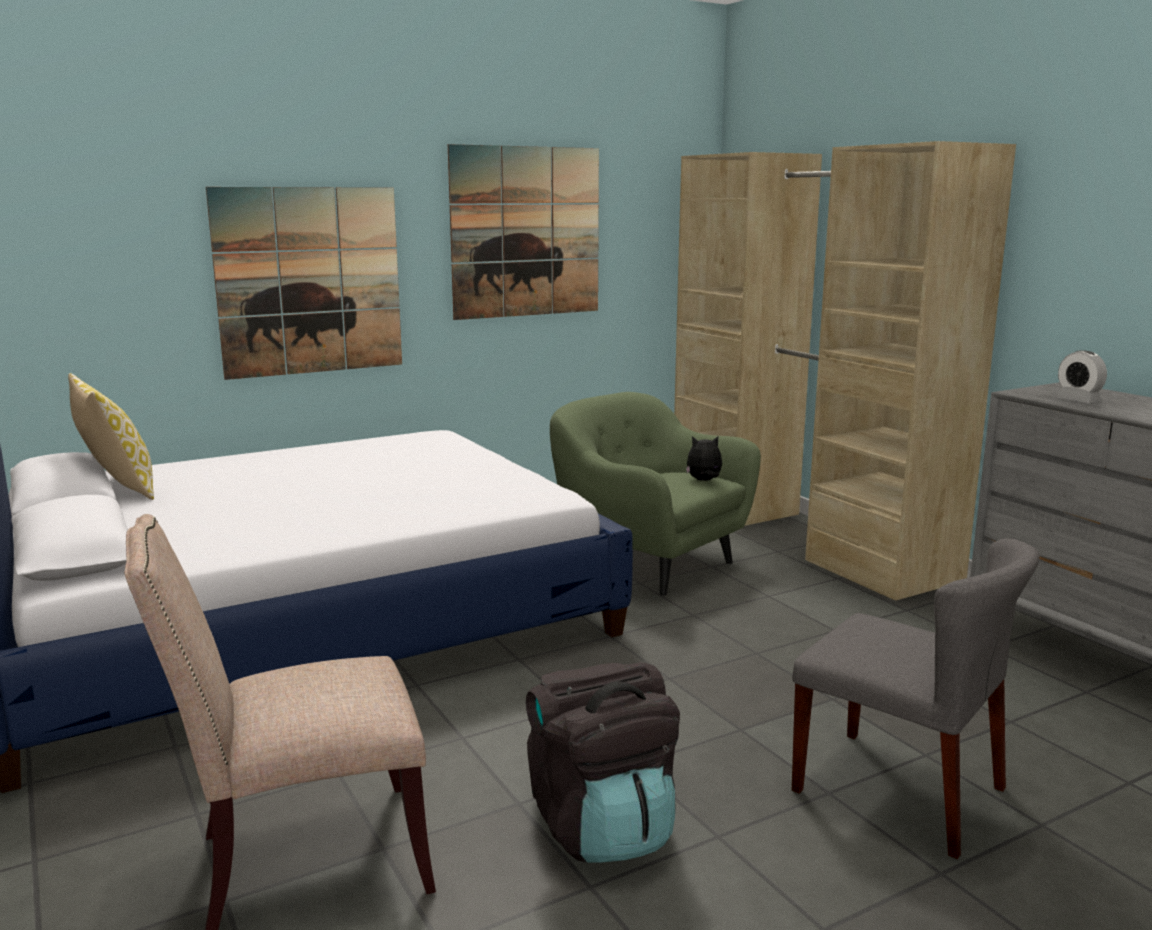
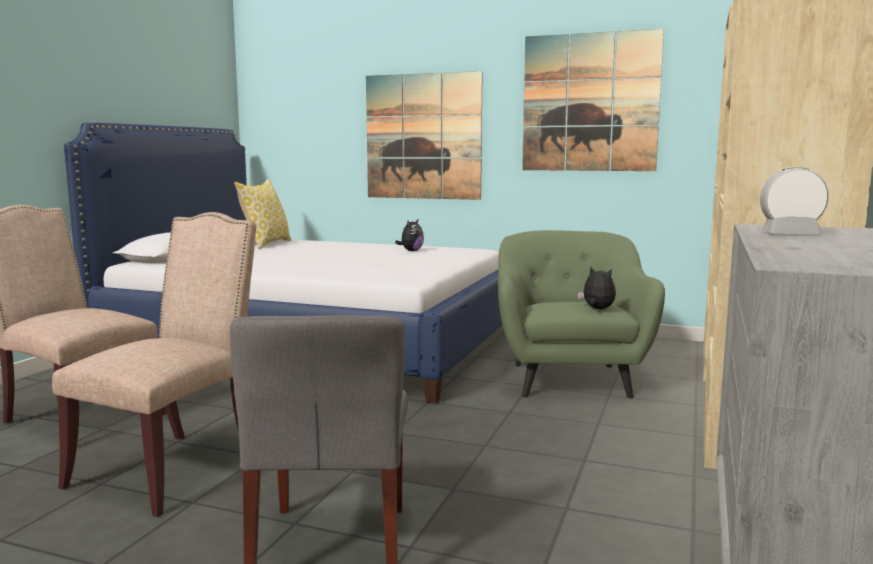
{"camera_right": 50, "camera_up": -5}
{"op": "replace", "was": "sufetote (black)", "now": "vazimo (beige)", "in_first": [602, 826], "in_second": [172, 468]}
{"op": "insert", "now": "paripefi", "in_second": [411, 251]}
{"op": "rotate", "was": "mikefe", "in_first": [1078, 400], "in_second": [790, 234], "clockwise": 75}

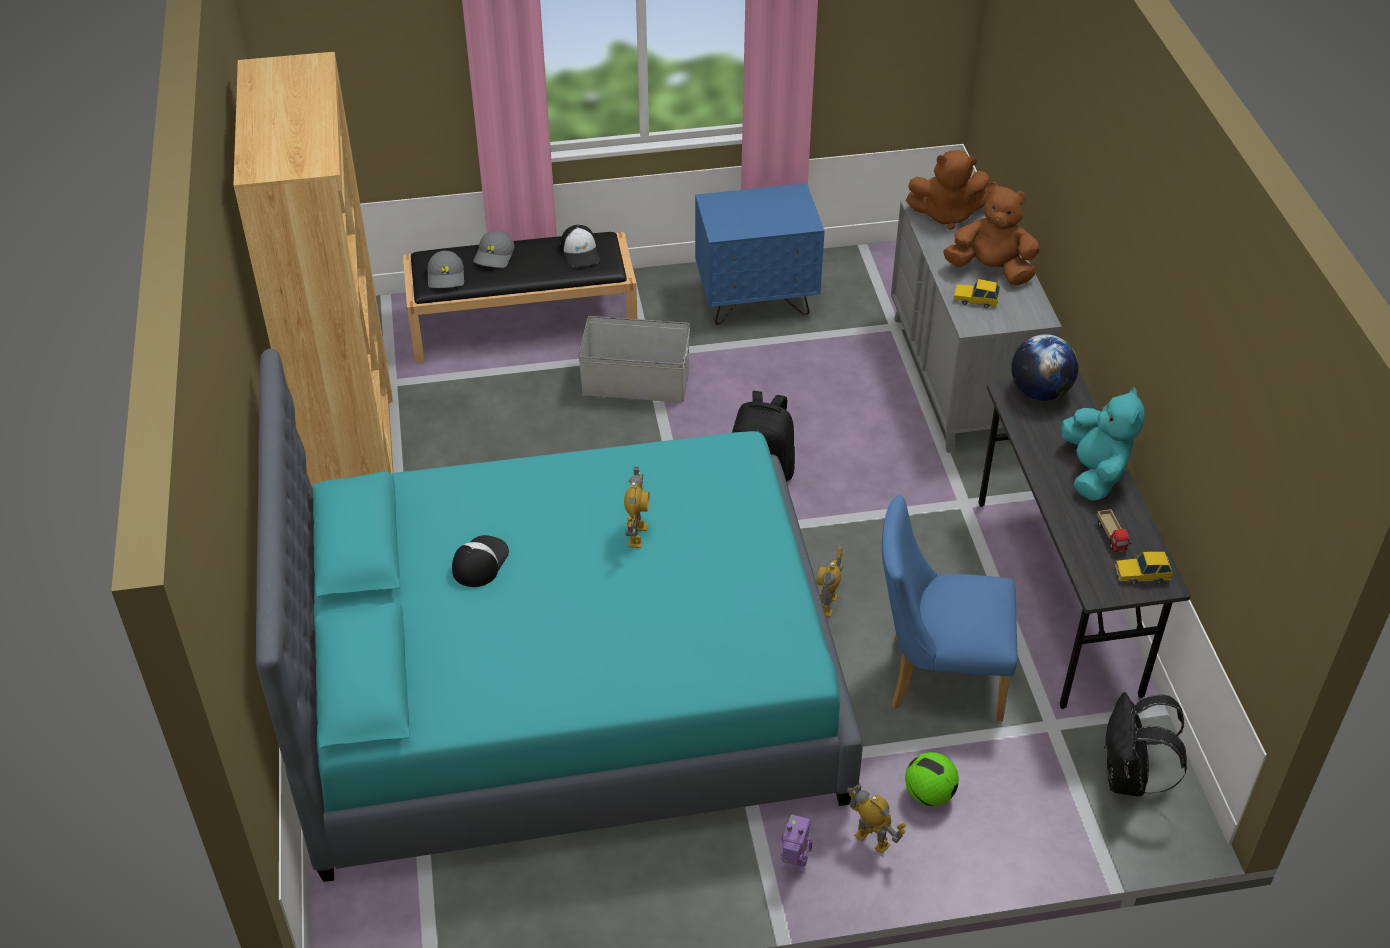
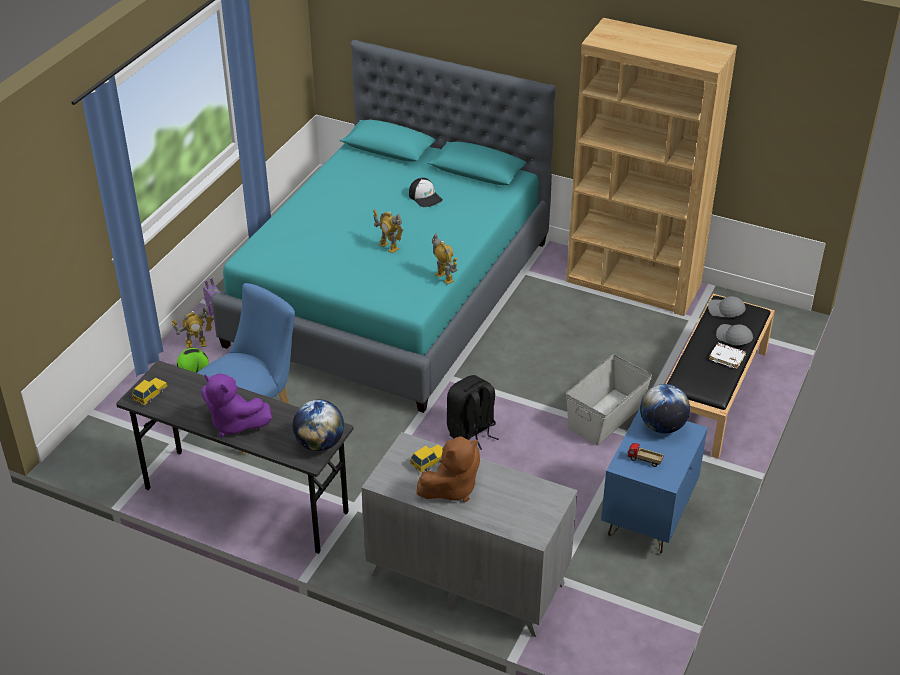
{"camera_right": 125, "camera_up": -5}
{"op": "recolor", "was": "paripefi (turquoise)", "now": "paripefi (purple)", "in_first": [1094, 472], "in_second": [234, 424]}
{"op": "move", "was": "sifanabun", "in_first": [827, 604], "in_second": [444, 277]}
{"op": "move", "was": "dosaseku", "in_first": [1111, 537], "in_second": [644, 460]}
{"op": "insert", "now": "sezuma", "in_second": [662, 426]}
{"op": "insert", "now": "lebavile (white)", "in_second": [727, 357]}
{"op": "delete", "was": "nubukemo", "in_first": [580, 252]}
{"op": "delete", "was": "paripefi (brown)", "in_first": [947, 214]}
{"op": "delete", "was": "sufetote (black)", "in_first": [1129, 778]}

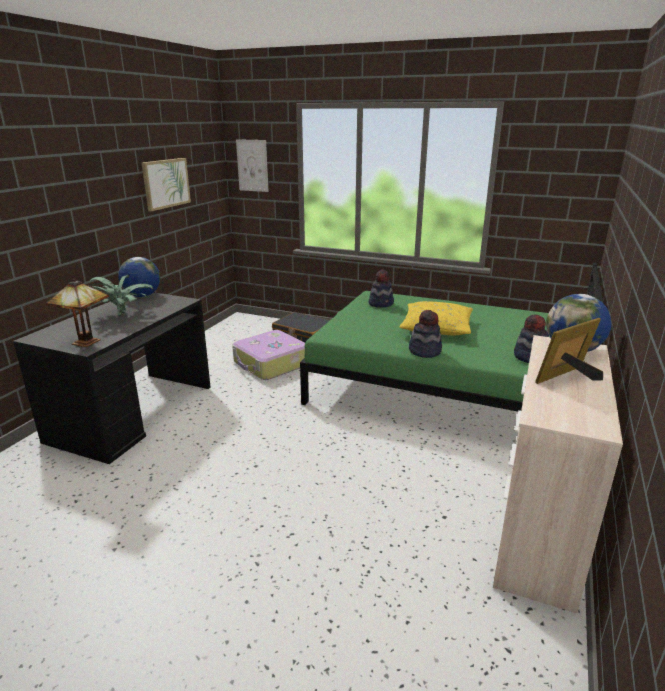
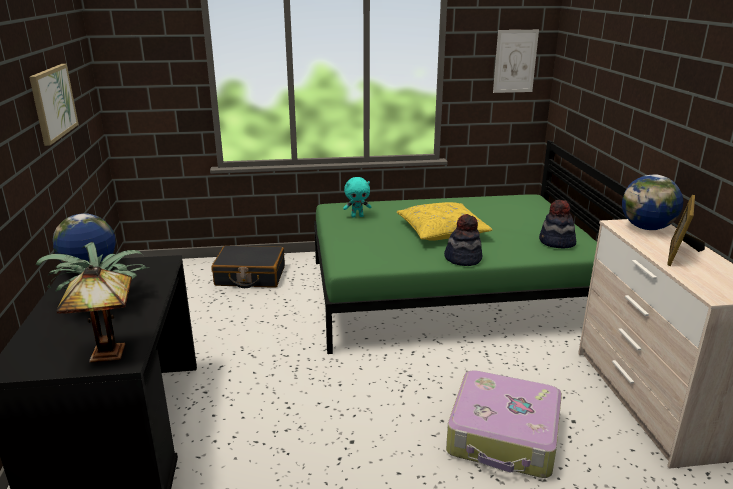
{"camera_right": -30, "camera_up": 0}
{"op": "replace", "was": "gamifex", "now": "paripefi (turquoise)", "in_first": [381, 303], "in_second": [357, 216]}
{"op": "move", "was": "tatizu", "in_first": [271, 364], "in_second": [504, 436]}
{"op": "move", "was": "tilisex", "in_first": [252, 165], "in_second": [515, 61]}

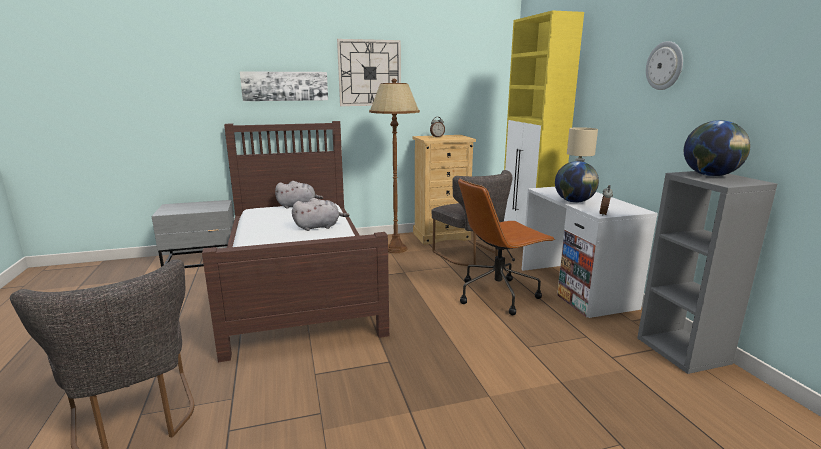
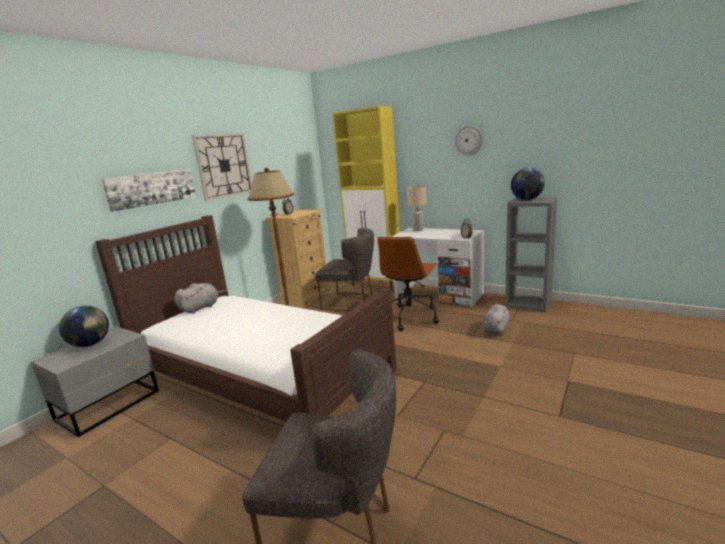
{"camera_right": -40, "camera_up": 0}
{"op": "move", "was": "sezuma", "in_first": [574, 201], "in_second": [91, 344]}
{"op": "move", "was": "paripefi (grey)", "in_first": [319, 227], "in_second": [496, 329]}

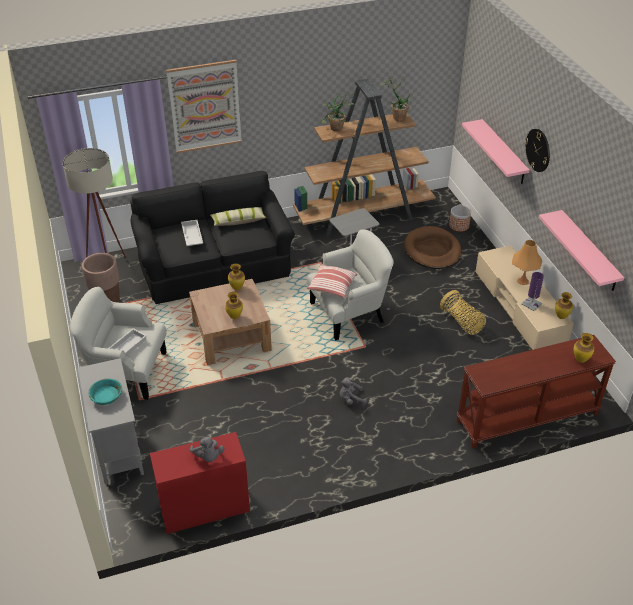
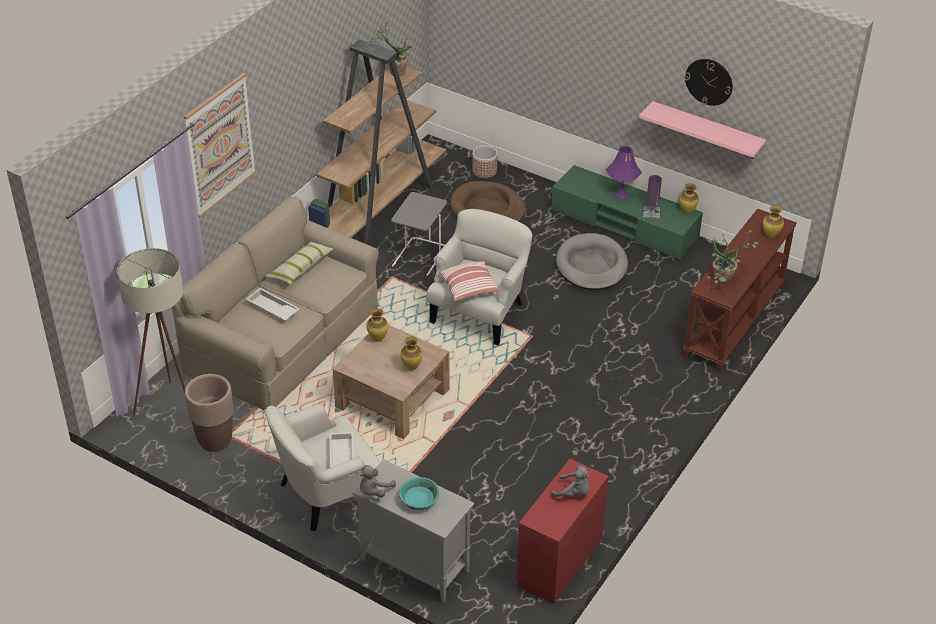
{"camera_right": -40, "camera_up": 0}
{"op": "recolor", "was": "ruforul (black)", "now": "ruforul (beige)", "in_first": [215, 265], "in_second": [283, 337]}
{"op": "move", "was": "paripefi (grey)", "in_first": [351, 399], "in_second": [374, 491]}
{"op": "recolor", "was": "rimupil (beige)", "now": "rimupil (green)", "in_first": [519, 307], "in_second": [624, 224]}
{"op": "replace", "was": "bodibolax", "now": "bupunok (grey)", "in_first": [462, 322], "in_second": [591, 265]}
{"op": "recolor", "was": "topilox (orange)", "now": "topilox (purple)", "in_first": [523, 281], "in_second": [621, 195]}
{"op": "move", "was": "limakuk", "in_first": [538, 150], "in_second": [709, 81]}
{"op": "move", "was": "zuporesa", "in_first": [335, 130], "in_second": [725, 282]}
{"op": "delete", "was": "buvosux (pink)", "in_first": [503, 152]}

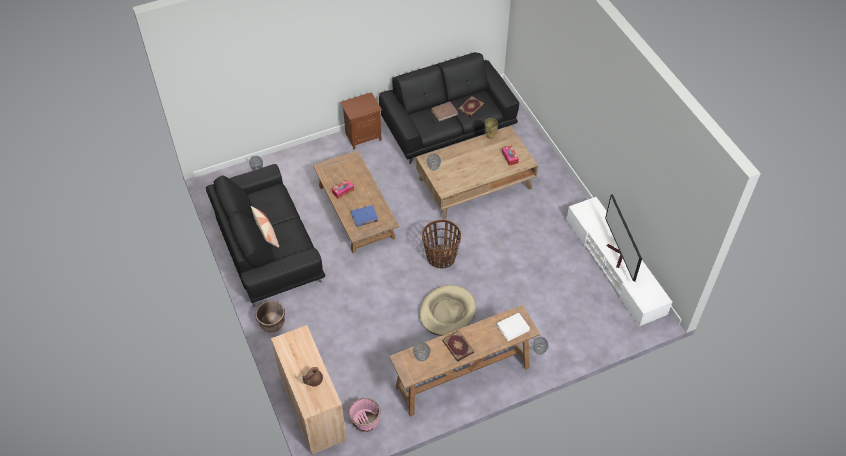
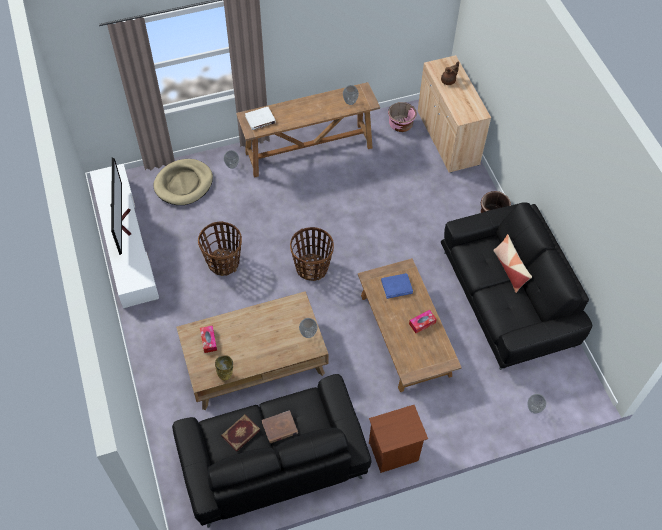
{"camera_right": -175, "camera_up": 5}
{"op": "move", "was": "bupunok (beige)", "in_first": [447, 312], "in_second": [184, 184]}
{"op": "insert", "now": "bodibolax", "in_second": [223, 262]}
{"op": "delete", "was": "lebavile", "in_first": [457, 347]}

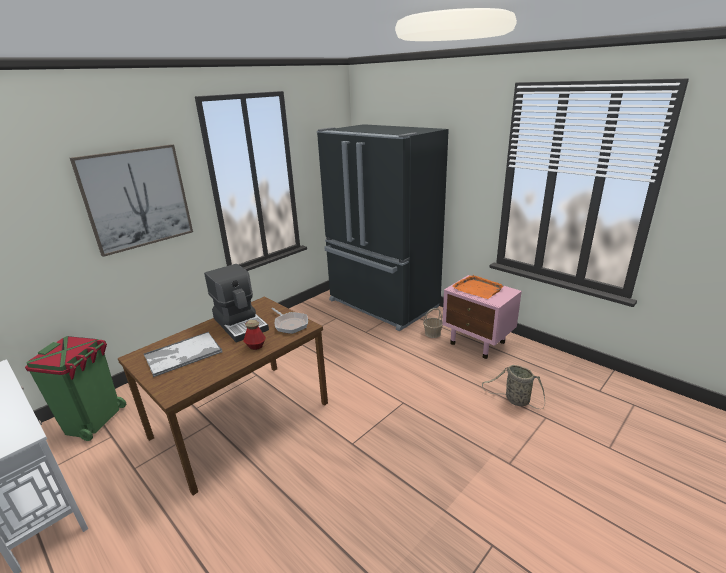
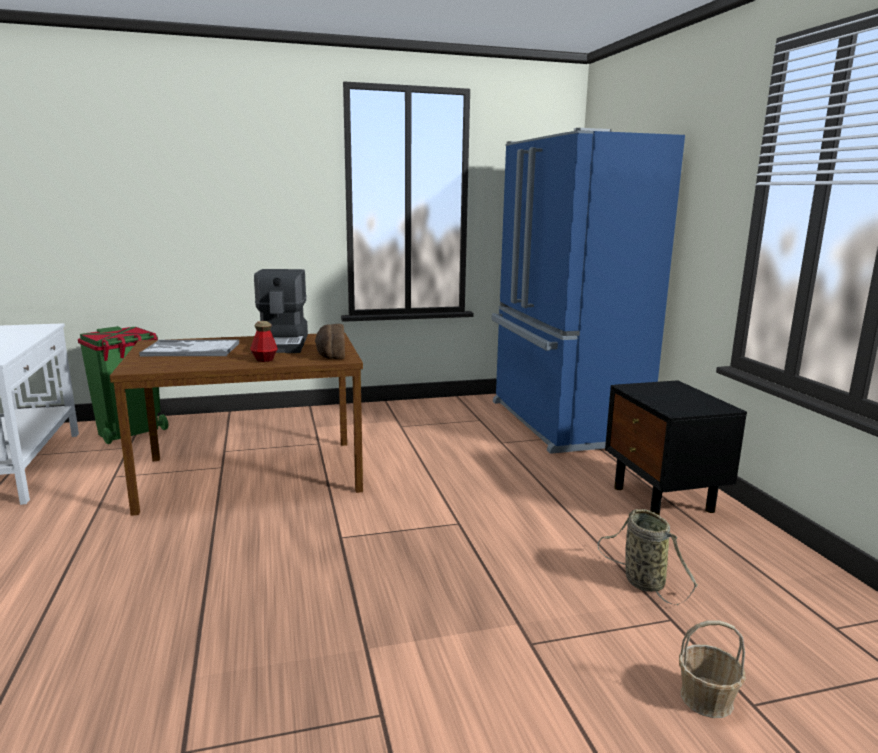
{"camera_right": 30, "camera_up": -10}
{"op": "replace", "was": "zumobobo", "now": "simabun", "in_first": [290, 324], "in_second": [330, 354]}
{"op": "recolor", "was": "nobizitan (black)", "now": "nobizitan (blue)", "in_first": [382, 304], "in_second": [562, 423]}
{"op": "recolor", "was": "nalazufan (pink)", "now": "nalazufan (black)", "in_first": [478, 343], "in_second": [663, 500]}
{"op": "move", "was": "bodibolax", "in_first": [432, 333], "in_second": [707, 699]}
{"op": "delete", "was": "tilisex", "in_first": [137, 198]}
{"op": "delete", "was": "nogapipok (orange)", "in_first": [478, 288]}

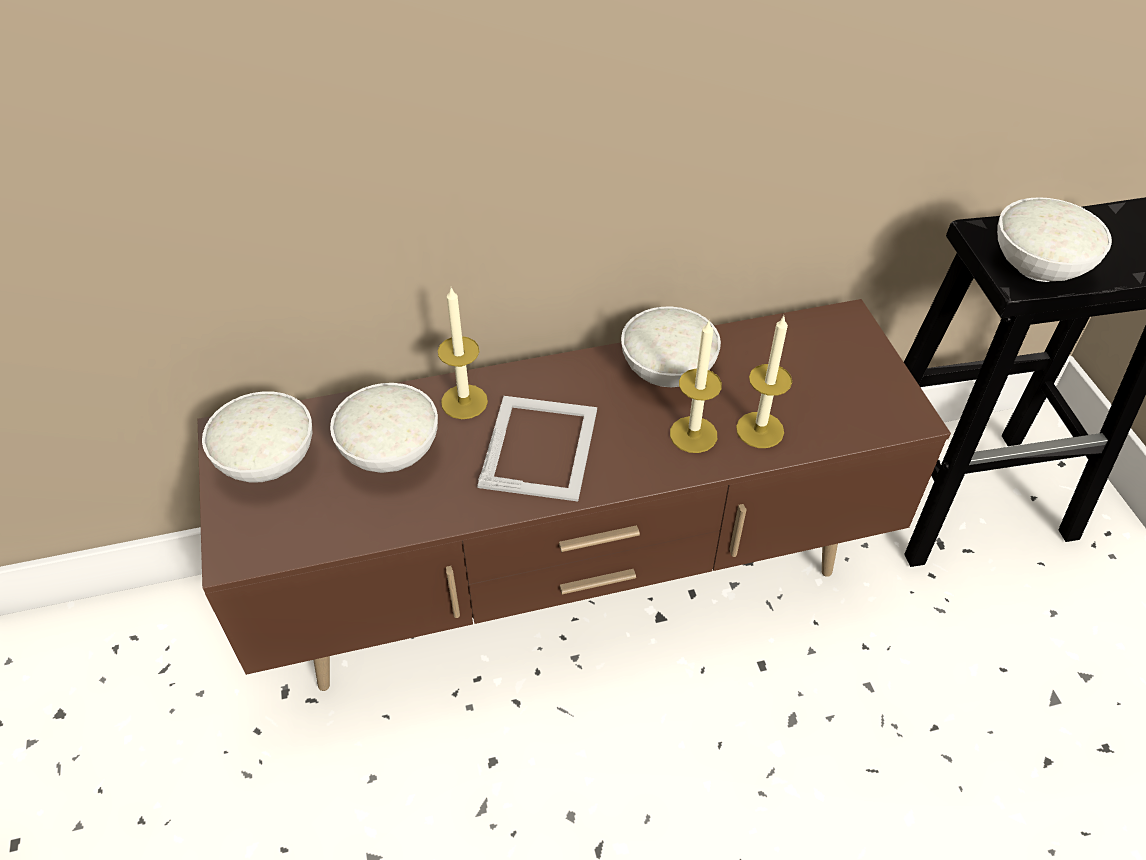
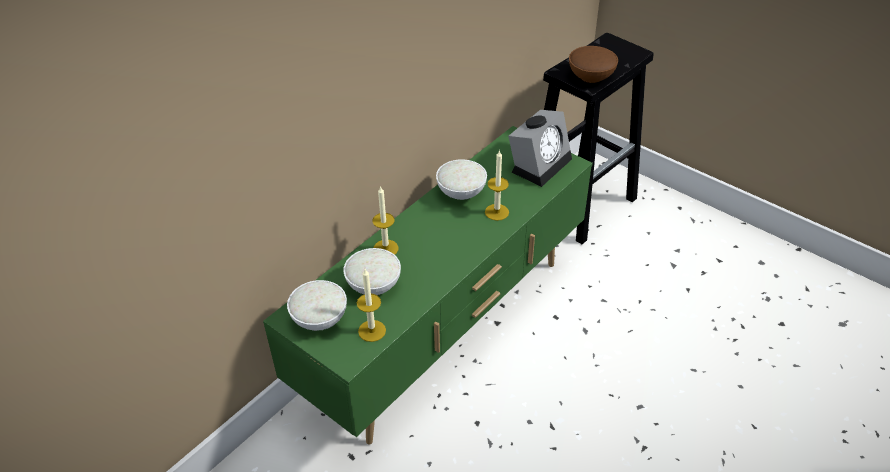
{"camera_right": -35, "camera_up": -5}
{"op": "recolor", "was": "rimupil (brown)", "now": "rimupil (green)", "in_first": [574, 583], "in_second": [446, 330]}
{"op": "move", "was": "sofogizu", "in_first": [760, 430], "in_second": [372, 331]}
{"op": "insert", "now": "mikefe", "in_second": [540, 163]}
{"op": "recolor", "was": "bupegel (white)", "now": "bupegel (brown)", "in_first": [1040, 265], "in_second": [591, 76]}
{"op": "delete", "was": "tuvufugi", "in_first": [540, 446]}

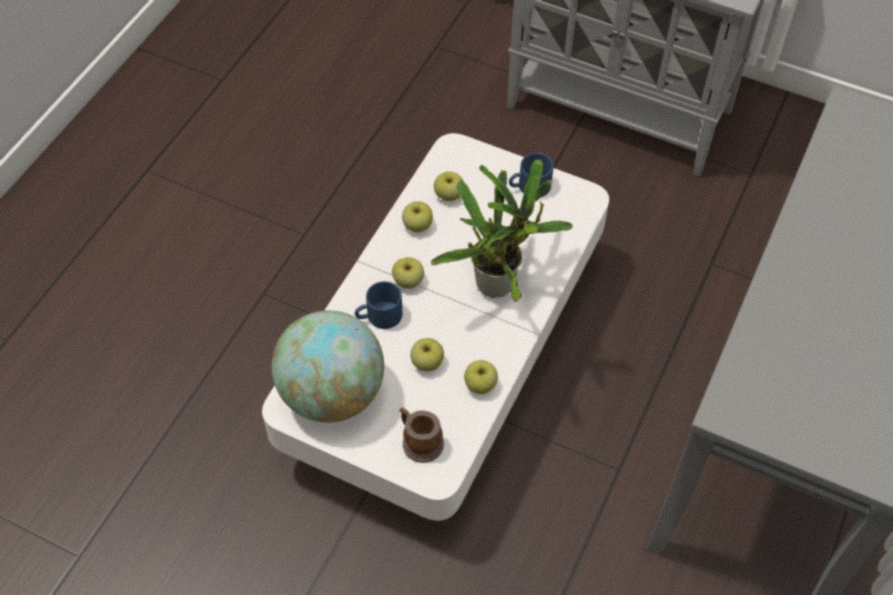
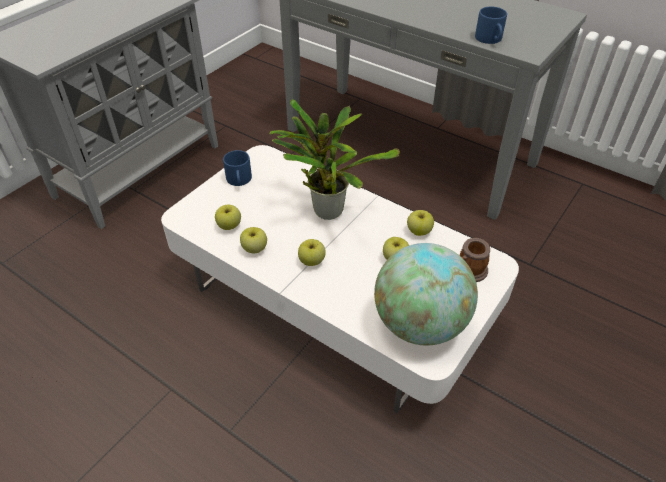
{"camera_right": -80, "camera_up": -10}
{"op": "move", "was": "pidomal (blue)", "in_first": [379, 317], "in_second": [490, 39]}

